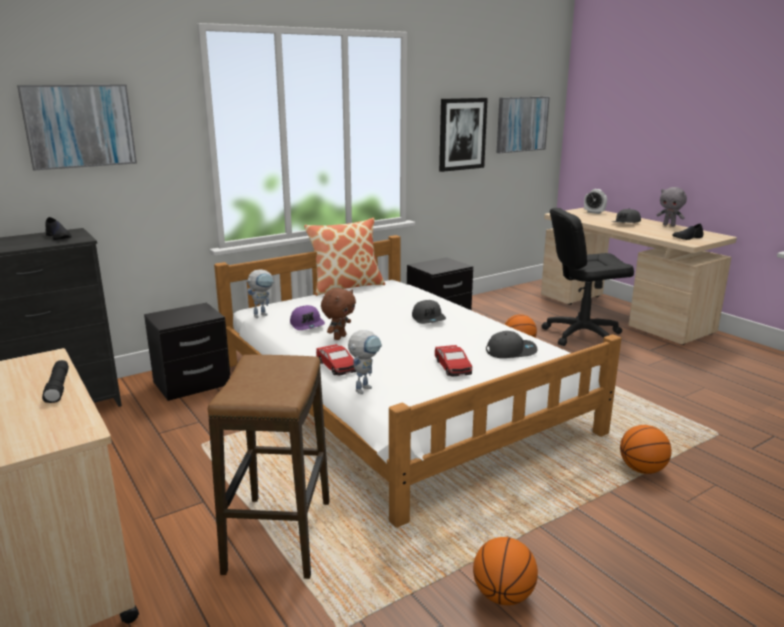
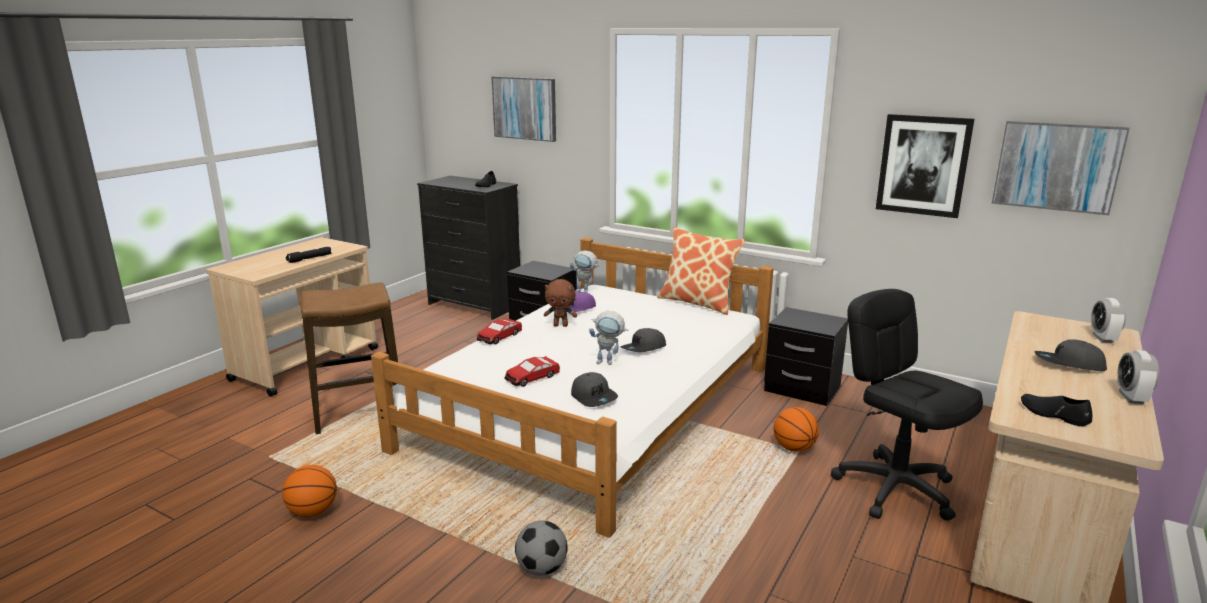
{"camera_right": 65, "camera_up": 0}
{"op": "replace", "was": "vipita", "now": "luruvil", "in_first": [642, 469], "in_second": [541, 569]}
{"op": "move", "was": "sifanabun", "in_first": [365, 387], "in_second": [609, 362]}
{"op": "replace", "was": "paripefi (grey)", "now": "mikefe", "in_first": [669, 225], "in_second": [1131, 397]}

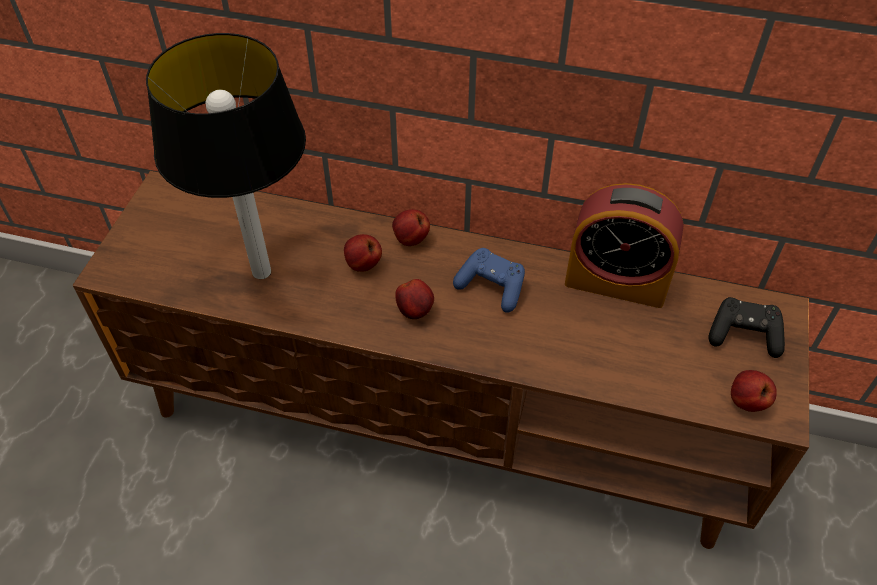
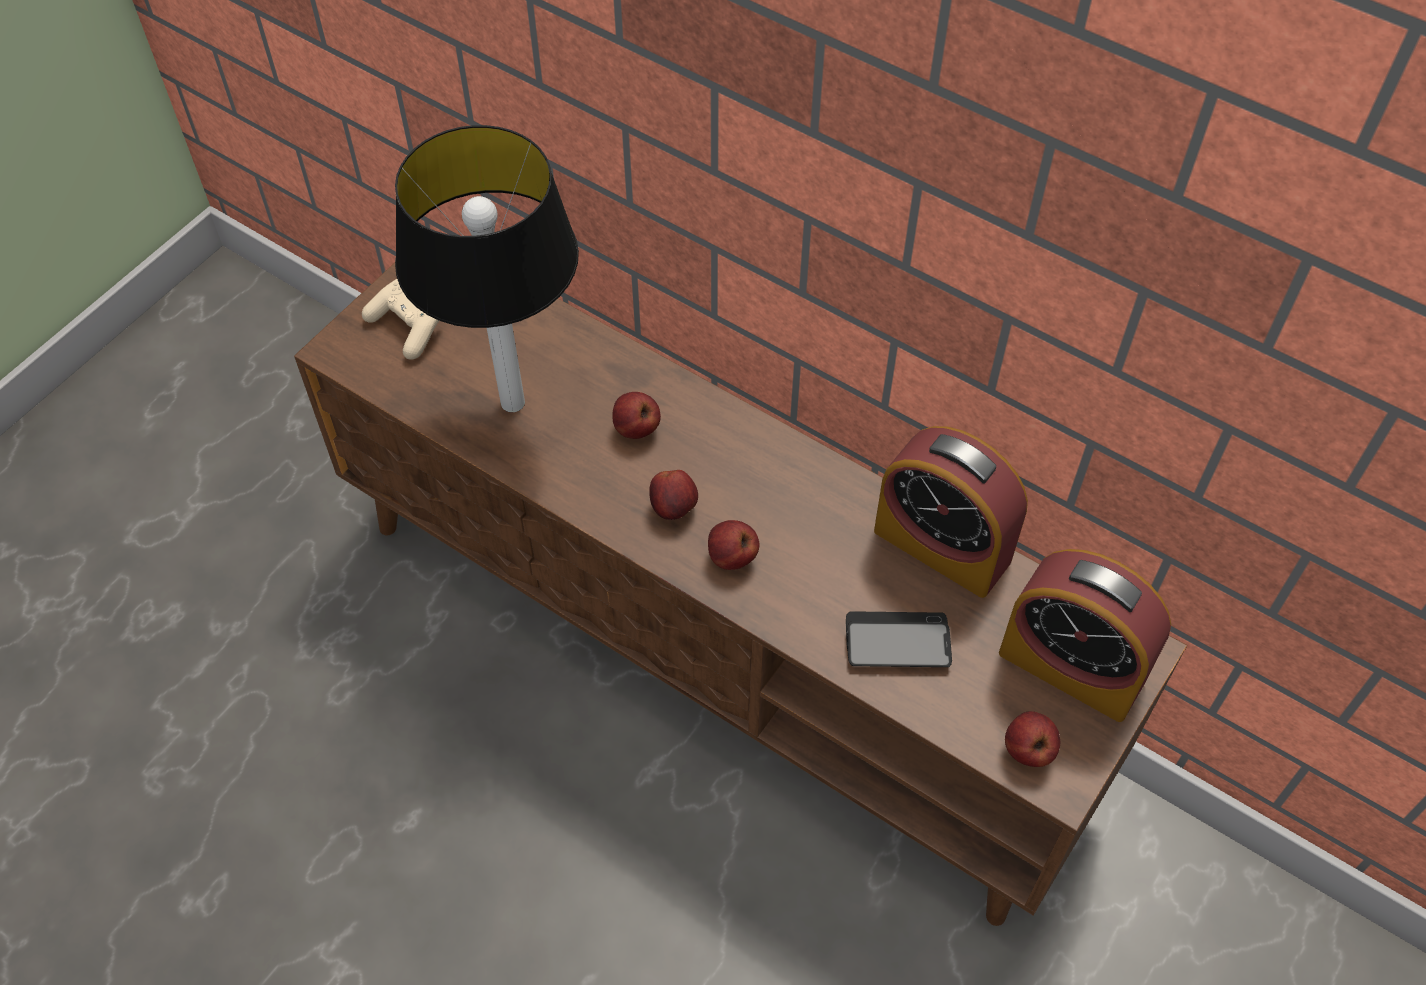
{"camera_right": 20, "camera_up": 5}
{"op": "insert", "now": "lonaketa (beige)", "in_second": [408, 327]}
{"op": "move", "was": "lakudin", "in_first": [410, 240], "in_second": [731, 558]}
{"op": "insert", "now": "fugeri", "in_second": [897, 641]}
{"op": "replace", "was": "lonaketa (black)", "now": "mikefe", "in_first": [744, 335], "in_second": [1071, 666]}
{"op": "delete", "was": "lonaketa (blue)", "in_first": [491, 287]}

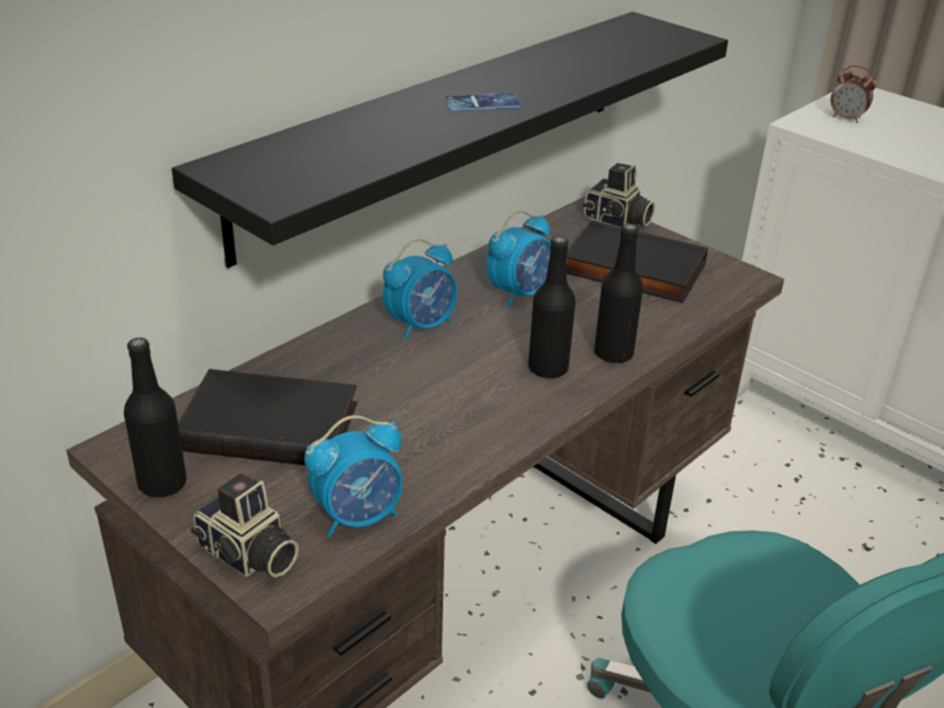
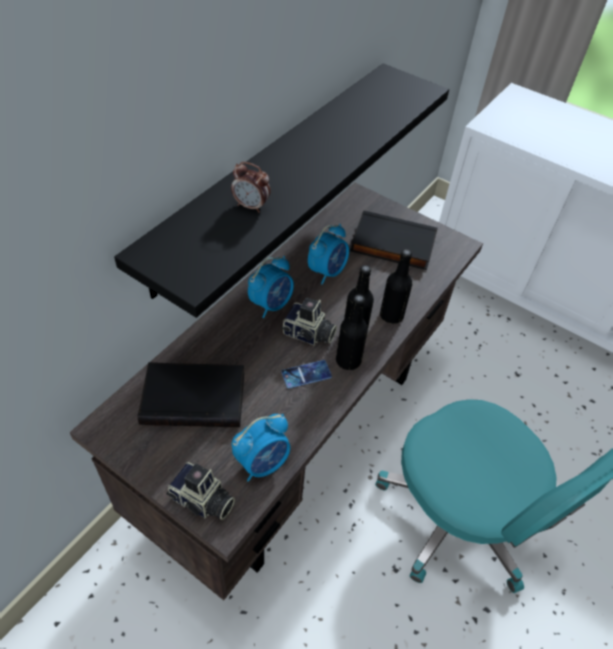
{"camera_right": -10, "camera_up": 15}
{"op": "move", "was": "mikefe", "in_first": [847, 118], "in_second": [251, 206]}
{"op": "move", "was": "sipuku", "in_first": [617, 220], "in_second": [308, 335]}
{"op": "move", "was": "fugeri", "in_first": [482, 103], "in_second": [306, 374]}
{"op": "move", "was": "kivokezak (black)", "in_first": [162, 483], "in_second": [348, 361]}

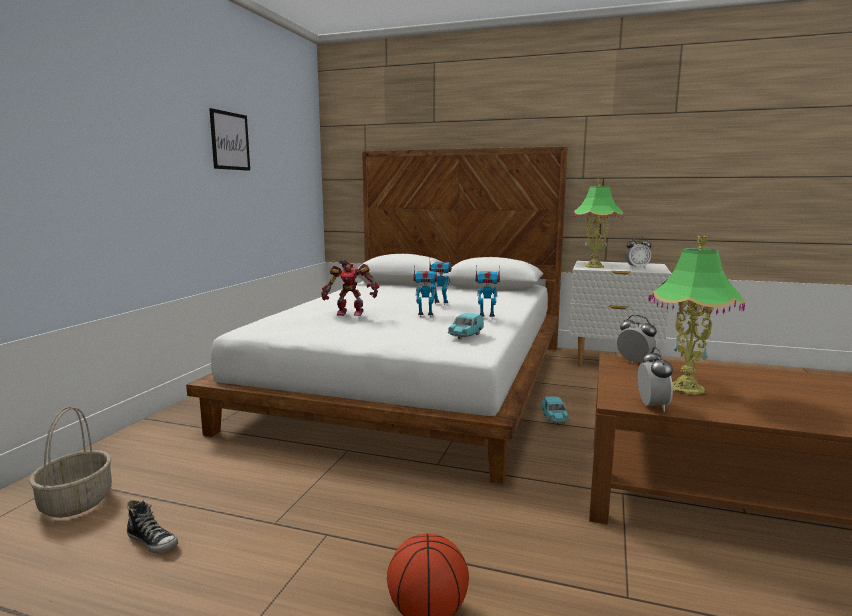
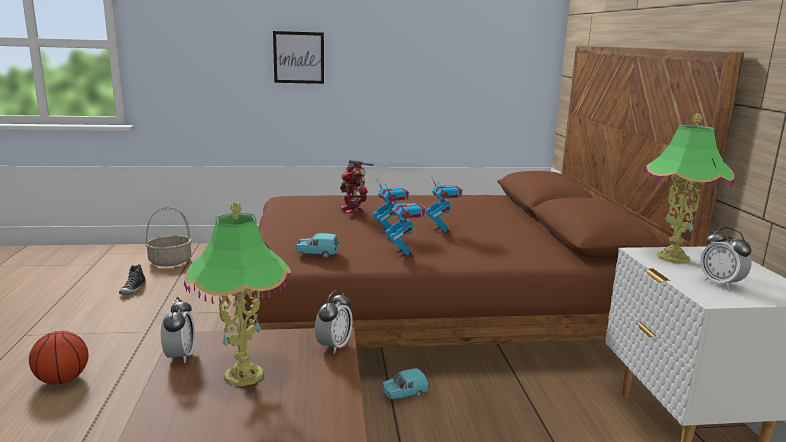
{"camera_right": 65, "camera_up": 5}
{"op": "rotate", "was": "mikefe", "in_first": [652, 406], "in_second": [180, 356], "clockwise": -75}
{"op": "recolor", "was": "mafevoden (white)", "now": "mafevoden (brown)", "in_first": [416, 382], "in_second": [435, 306]}
{"op": "move", "was": "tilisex", "in_first": [230, 141], "in_second": [299, 57]}

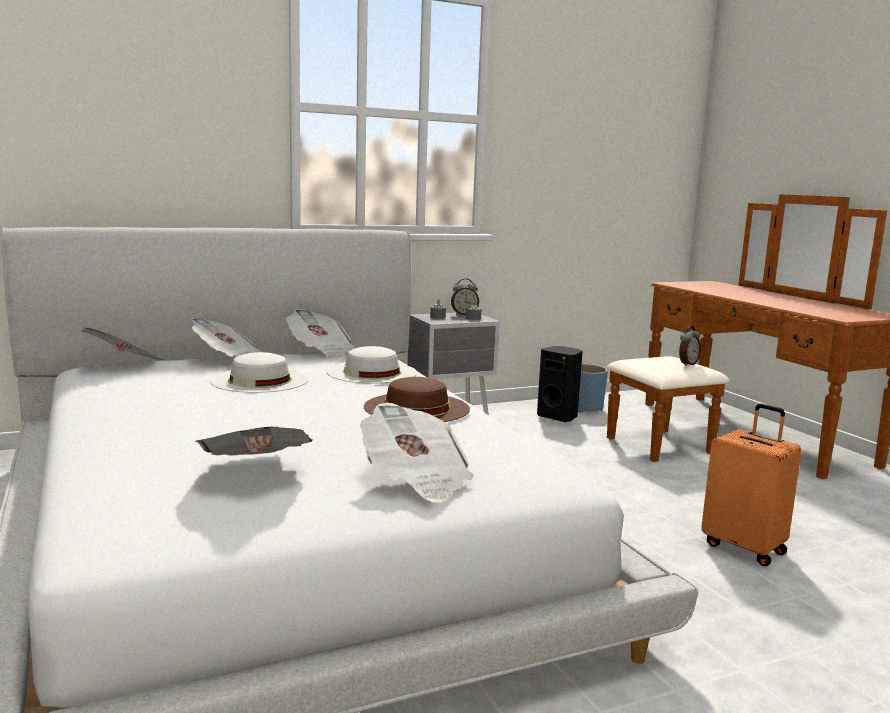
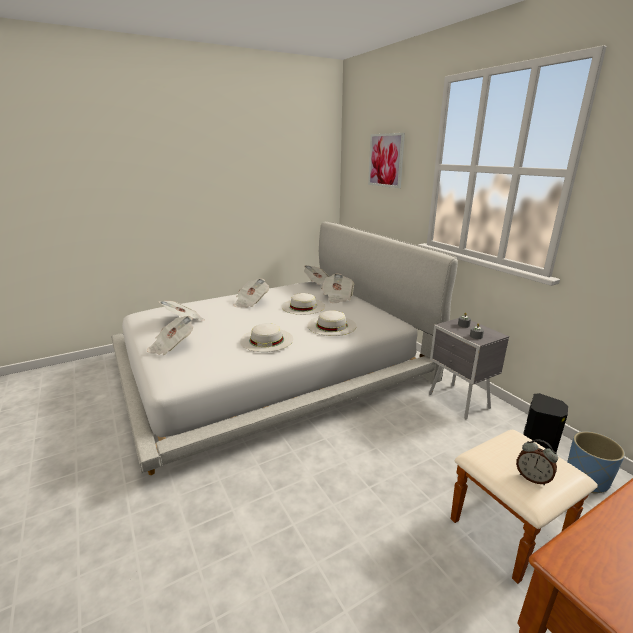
{"camera_right": 85, "camera_up": 10}
{"op": "move", "was": "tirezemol", "in_first": [321, 351], "in_second": [251, 302]}
{"op": "recolor", "was": "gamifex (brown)", "now": "gamifex (white)", "in_first": [417, 408], "in_second": [266, 340]}
{"op": "insert", "now": "tilisex", "in_second": [386, 160]}
{"op": "delete", "was": "mikefe", "in_first": [464, 314]}
{"op": "delete", "was": "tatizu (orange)", "in_first": [744, 548]}

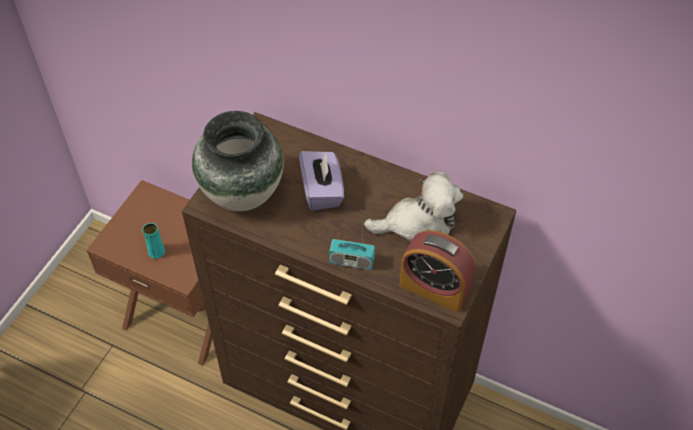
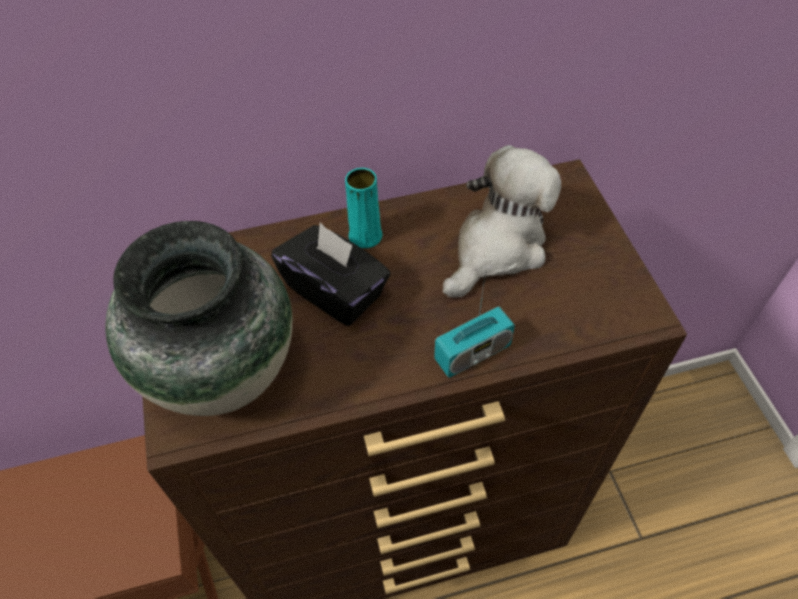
{"camera_right": -40, "camera_up": 0}
{"op": "recolor", "was": "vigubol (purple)", "now": "vigubol (black)", "in_first": [322, 191], "in_second": [335, 291]}
{"op": "move", "was": "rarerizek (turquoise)", "in_first": [156, 251], "in_second": [365, 236]}
{"op": "delete", "was": "mikefe", "in_first": [434, 288]}

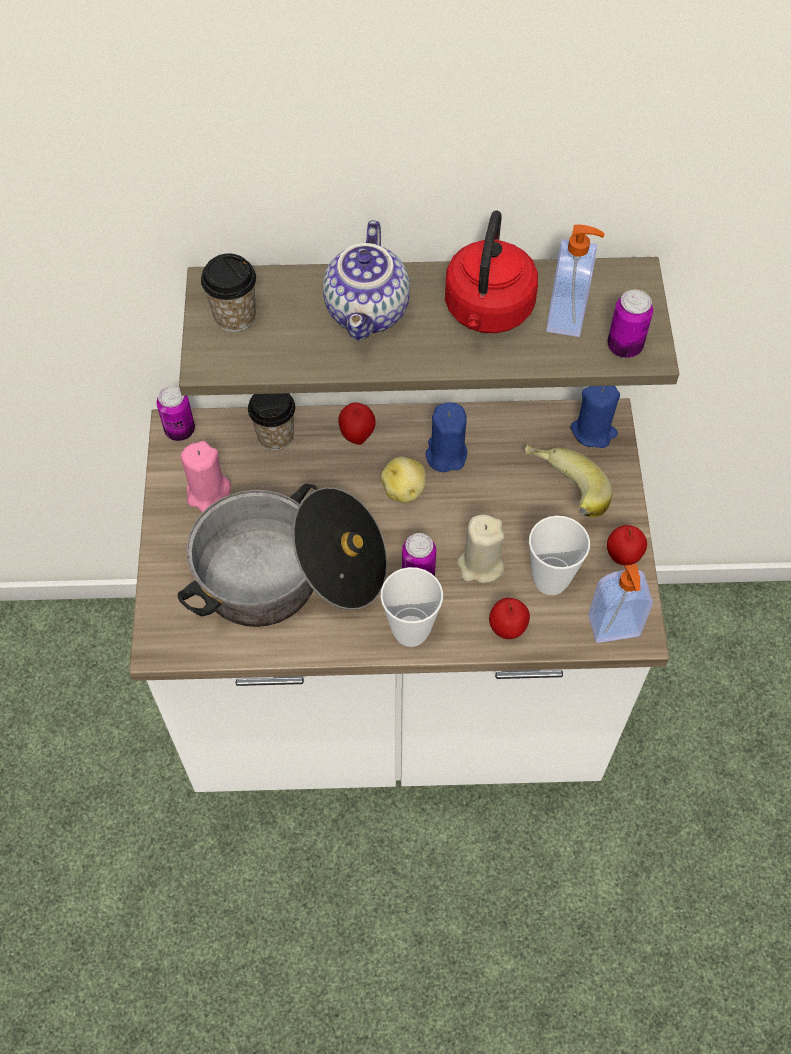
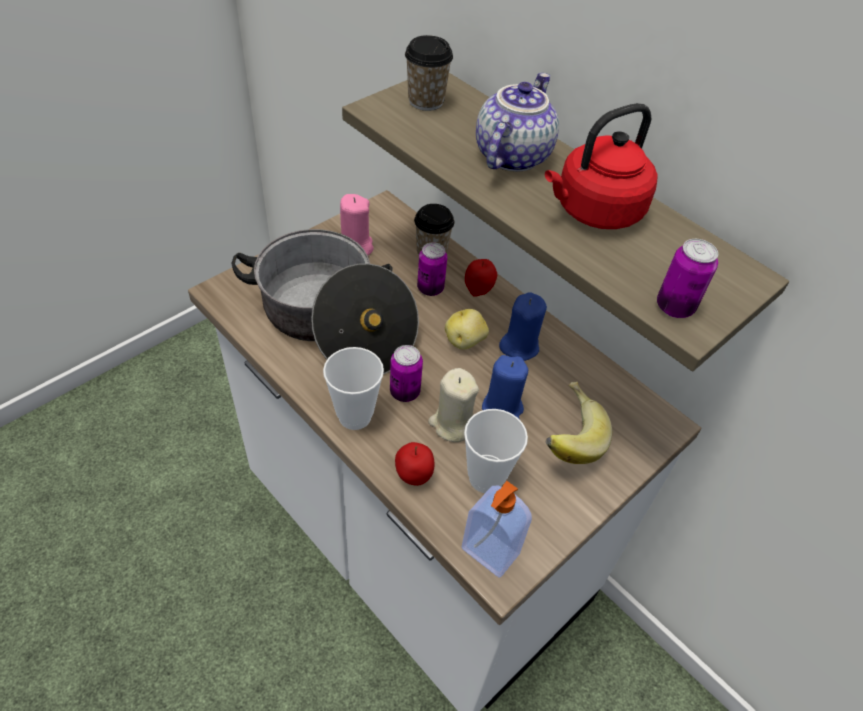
{"camera_right": 45, "camera_up": -10}
{"op": "move", "was": "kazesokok", "in_first": [180, 430], "in_second": [430, 288]}
{"op": "rotate", "was": "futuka", "in_first": [369, 312], "in_second": [510, 155], "clockwise": 150}
{"op": "move", "was": "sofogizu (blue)", "in_first": [593, 431], "in_second": [502, 409]}
{"op": "delete", "was": "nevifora", "in_first": [567, 317]}
{"op": "delete", "was": "lakudin", "in_first": [622, 557]}

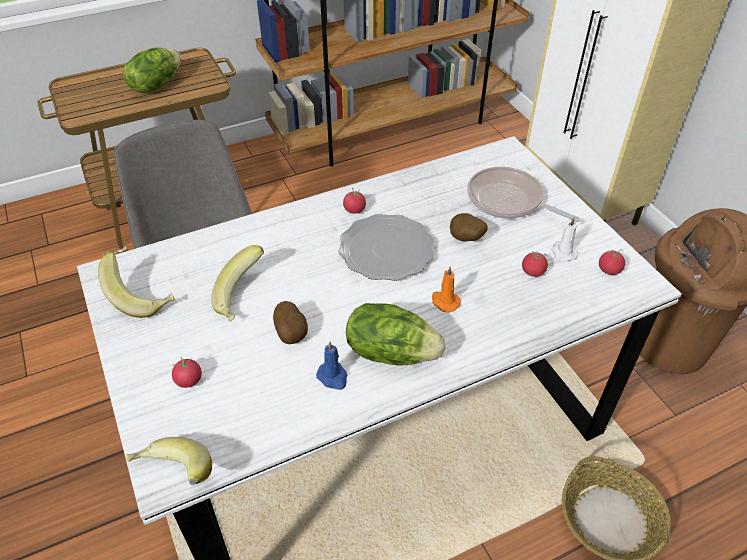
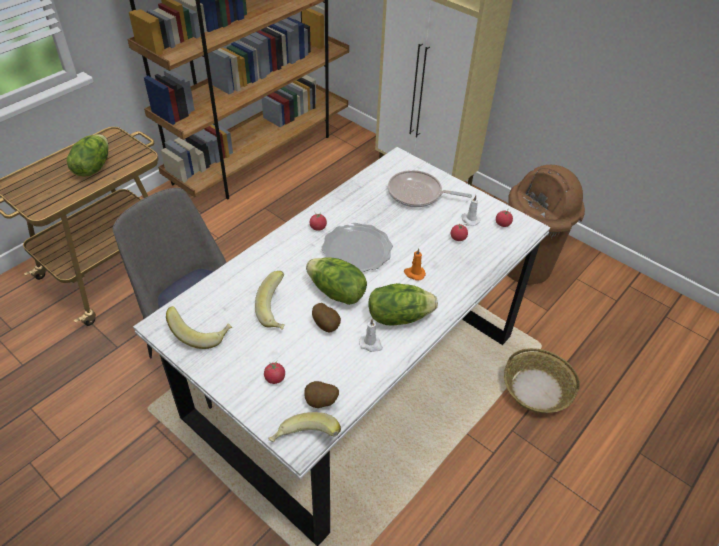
{"camera_right": -25, "camera_up": 0}
{"op": "move", "was": "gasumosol", "in_first": [465, 239], "in_second": [321, 403]}
{"op": "insert", "now": "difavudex", "in_second": [336, 292]}
{"op": "recolor", "was": "sofogizu (blue)", "now": "sofogizu (white)", "in_first": [333, 377], "in_second": [371, 344]}

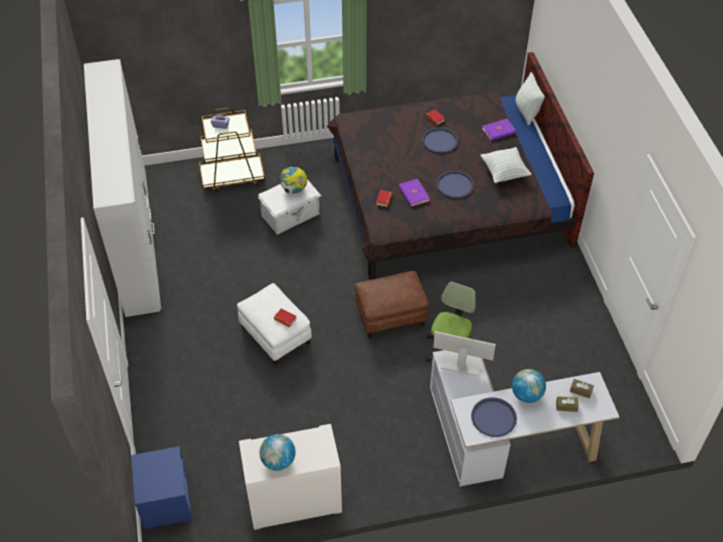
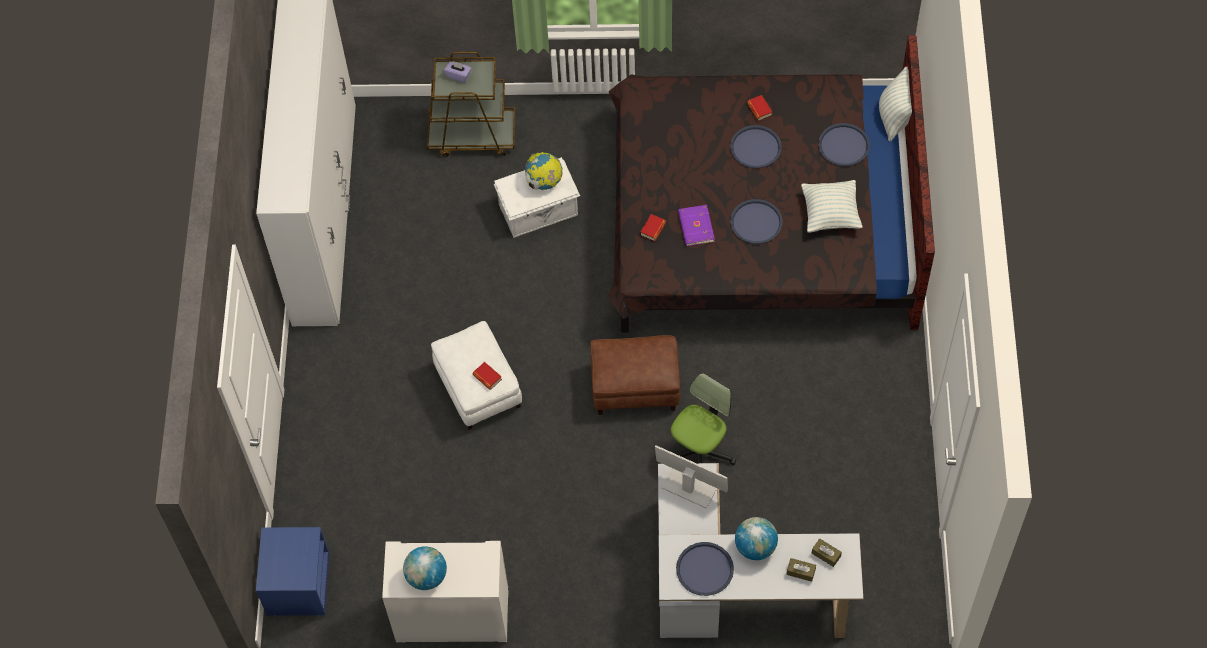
{"camera_right": 15, "camera_up": 10}
{"op": "replace", "was": "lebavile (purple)", "now": "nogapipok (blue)", "in_first": [499, 131], "in_second": [843, 145]}

